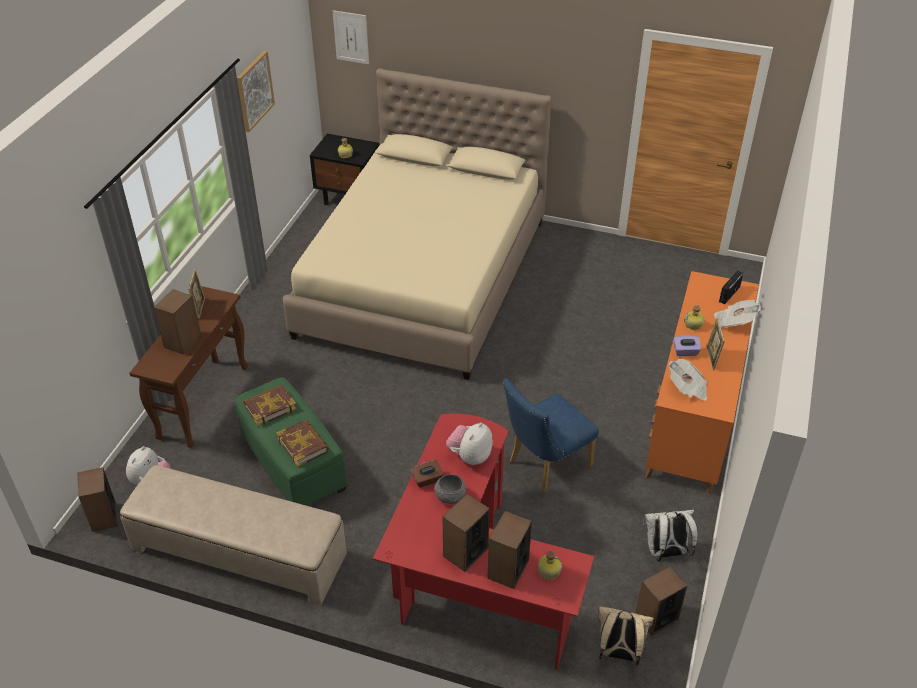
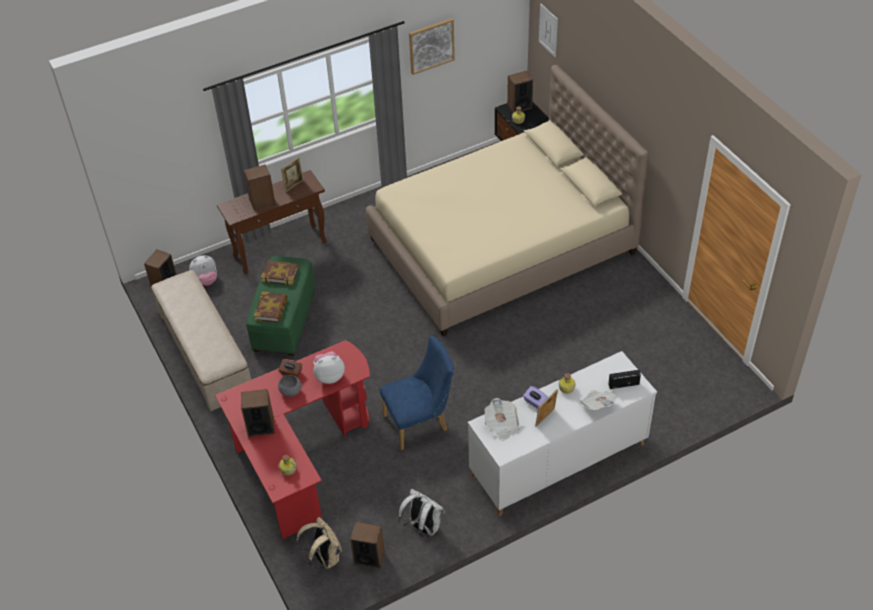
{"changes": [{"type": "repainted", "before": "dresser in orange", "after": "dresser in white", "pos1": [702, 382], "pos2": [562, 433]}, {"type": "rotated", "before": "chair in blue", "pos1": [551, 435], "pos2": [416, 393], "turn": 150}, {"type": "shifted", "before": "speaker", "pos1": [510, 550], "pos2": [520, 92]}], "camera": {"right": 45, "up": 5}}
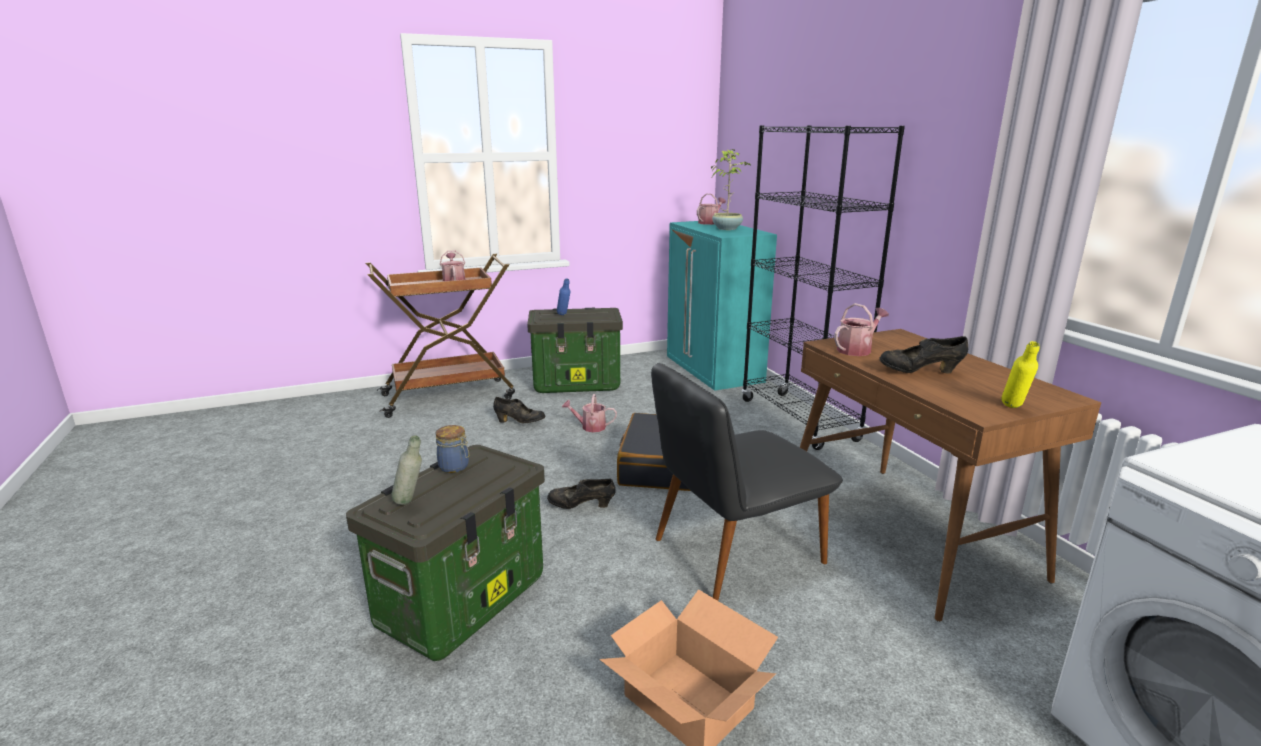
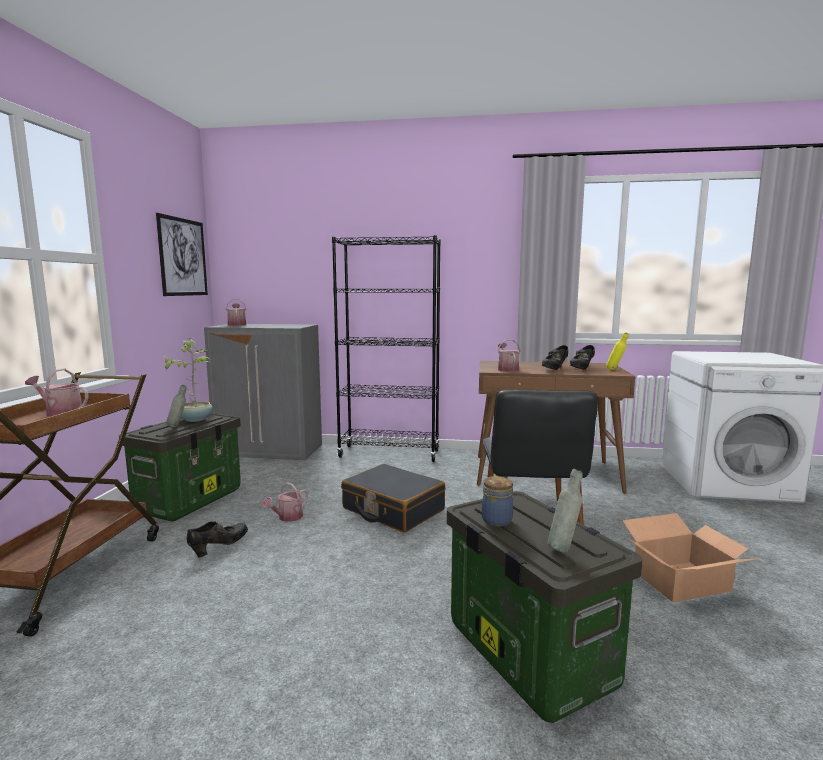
{"changes": [{"type": "shifted", "before": "potted plant", "pos1": [731, 189], "pos2": [187, 380]}, {"type": "repainted", "before": "cabinet in turquoise", "after": "cabinet in grey", "pos1": [722, 306], "pos2": [263, 392]}, {"type": "repainted", "before": "bottle in blue", "after": "bottle in grey", "pos1": [563, 296], "pos2": [176, 406]}, {"type": "shifted", "before": "shoe in black", "pos1": [581, 494], "pos2": [582, 357]}, {"type": "new", "after": "picture", "pos2": [182, 254]}], "camera": {"right": -60, "up": -10}}
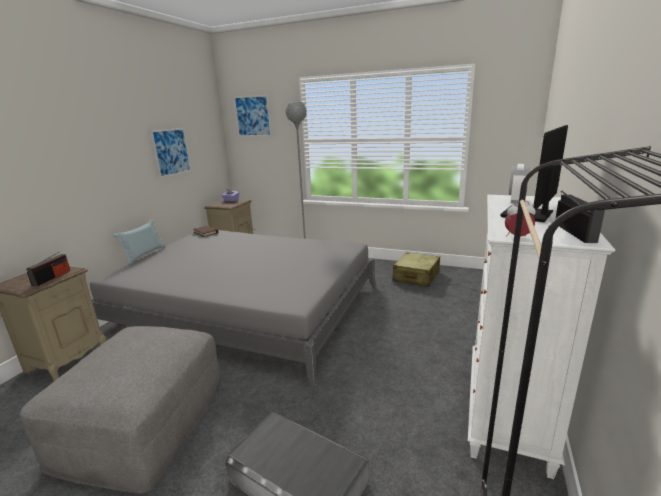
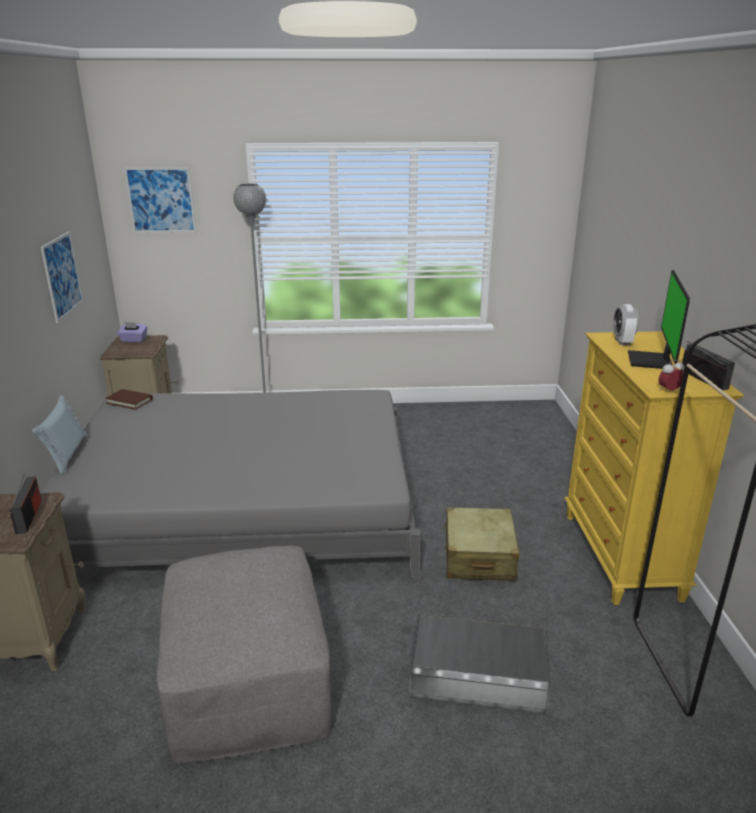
{"changes": [{"type": "repainted", "before": "dresser in white", "after": "dresser in yellow", "pos1": [541, 337], "pos2": [654, 468]}, {"type": "shifted", "before": "suitcase in beige", "pos1": [416, 269], "pos2": [481, 544]}], "camera": {"right": -25, "up": 5}}
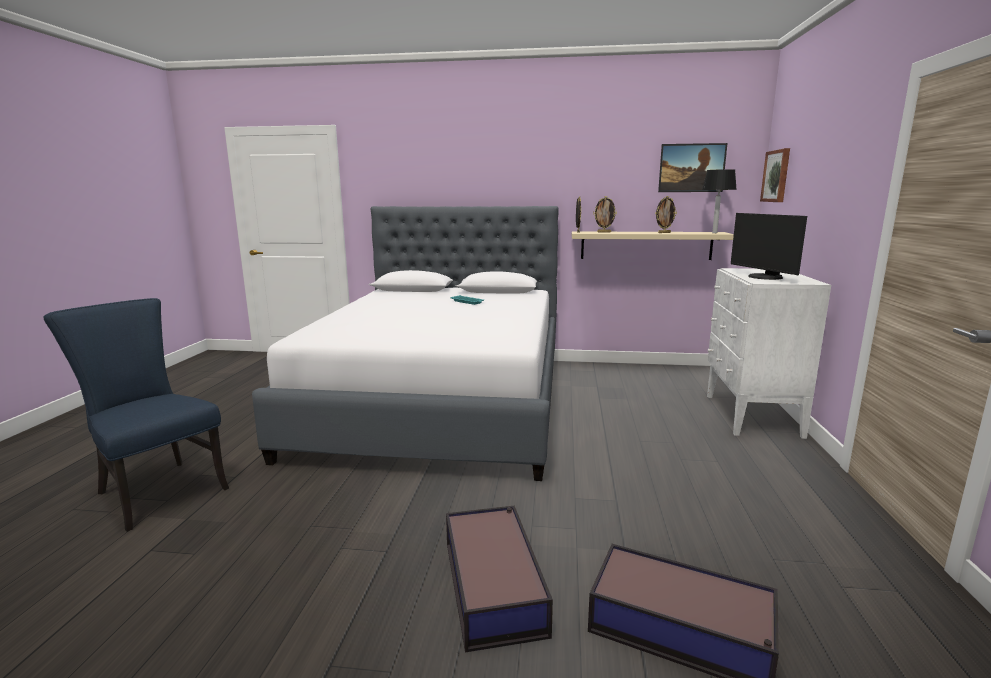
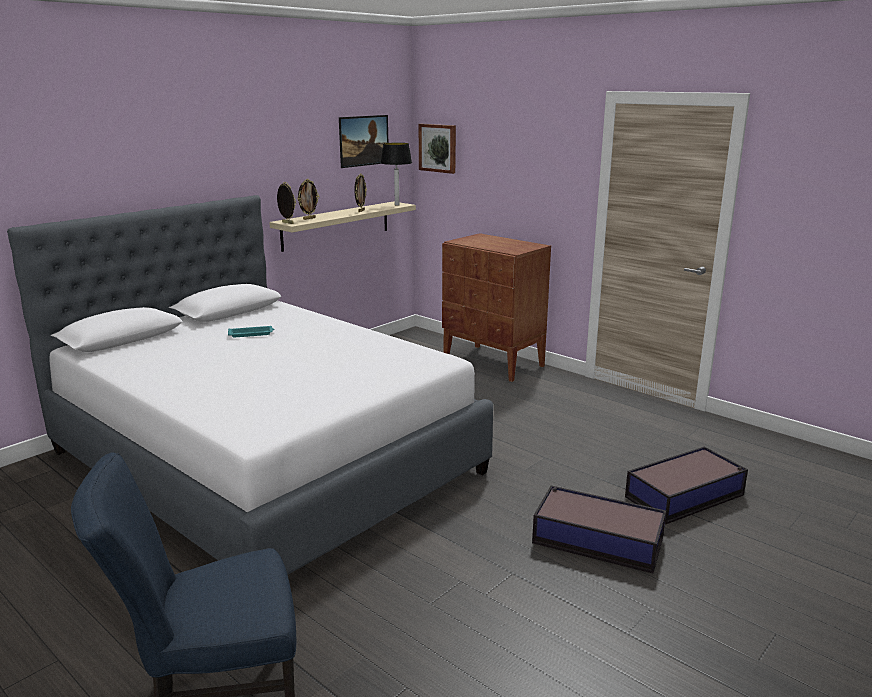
{"changes": [{"type": "gone", "before": "monitor", "pos1": [769, 246]}, {"type": "repainted", "before": "dresser in white", "after": "dresser in brown", "pos1": [769, 353], "pos2": [496, 307]}], "camera": {"right": -55, "up": 5}}
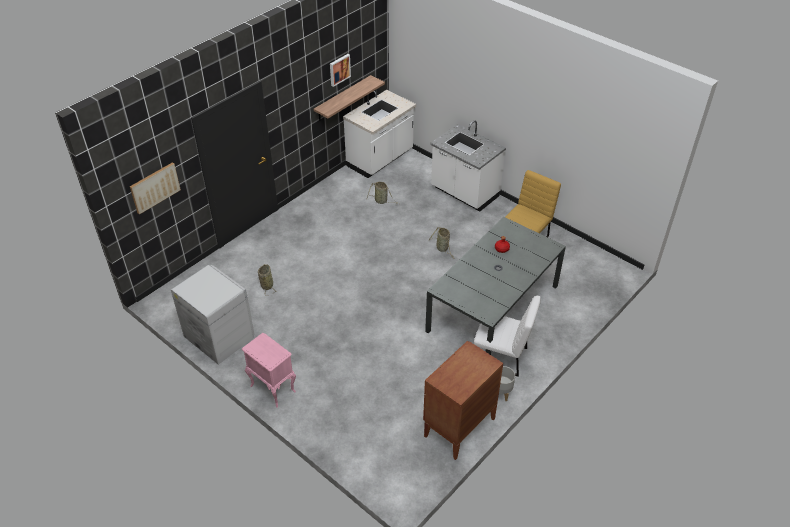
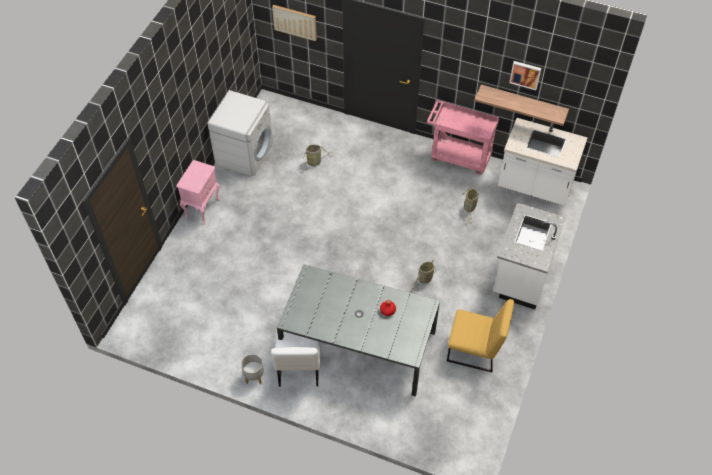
{"changes": [{"type": "gone", "before": "dresser in brown", "pos1": [463, 400]}, {"type": "new", "after": "cart in pink", "pos2": [463, 137]}], "camera": {"right": 70, "up": 10}}
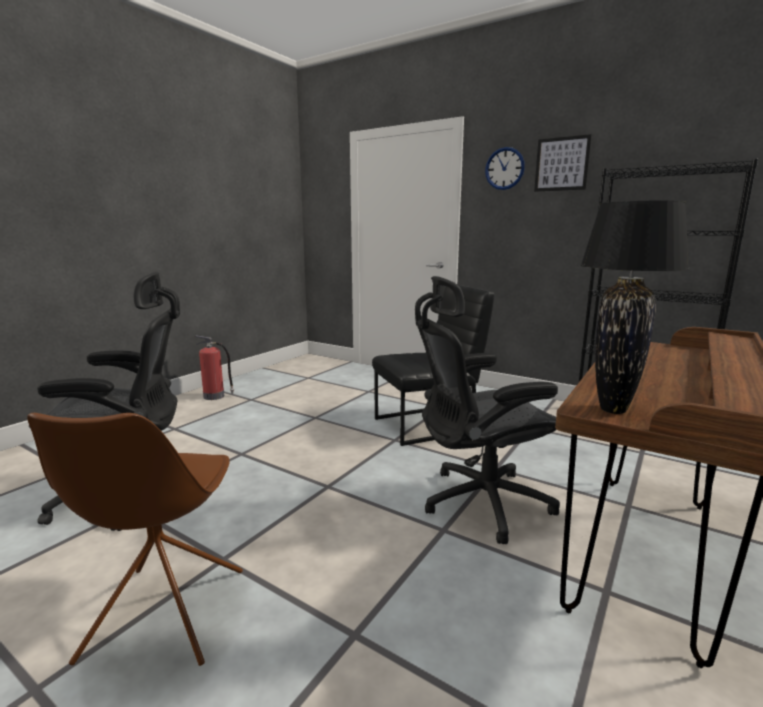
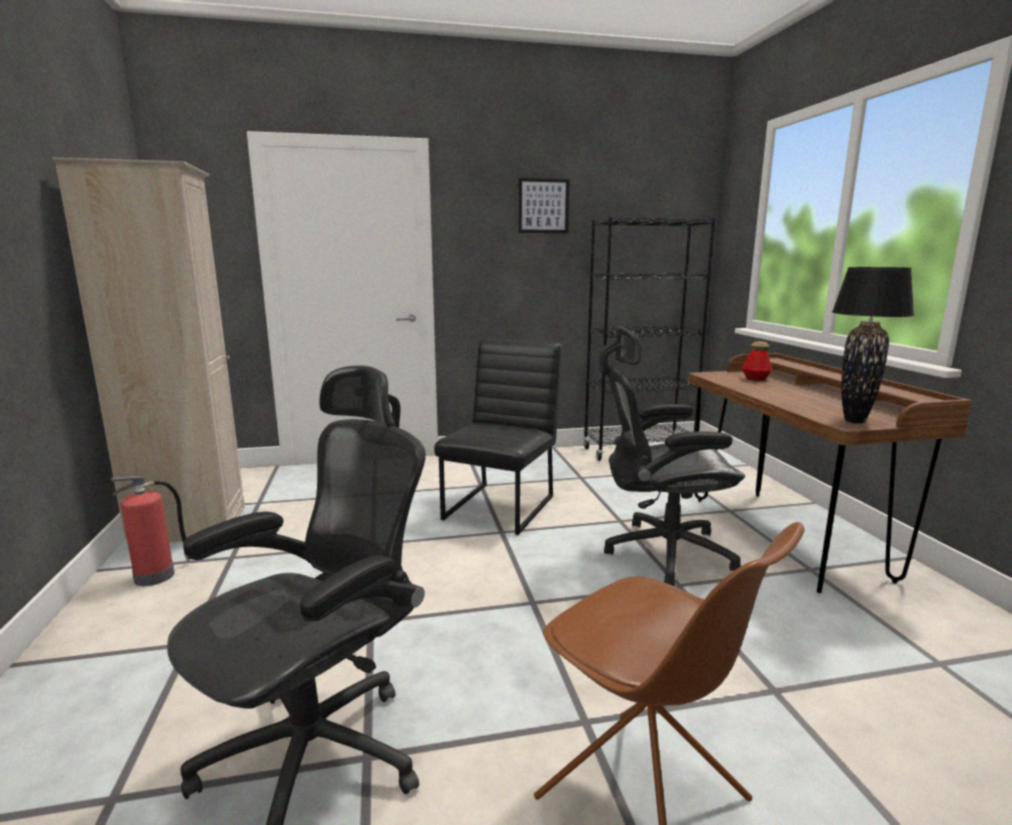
{"changes": [{"type": "gone", "before": "wall clock", "pos1": [505, 168]}, {"type": "rotated", "before": "office chair", "pos1": [487, 410], "pos2": [672, 456], "turn": 60}, {"type": "new", "after": "cabinet in beige", "pos2": [148, 349]}, {"type": "new", "after": "bottle", "pos2": [757, 361]}], "camera": {"right": -45, "up": 0}}
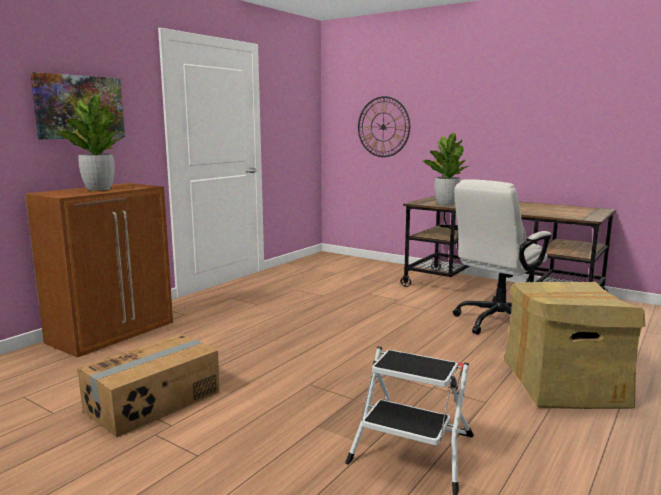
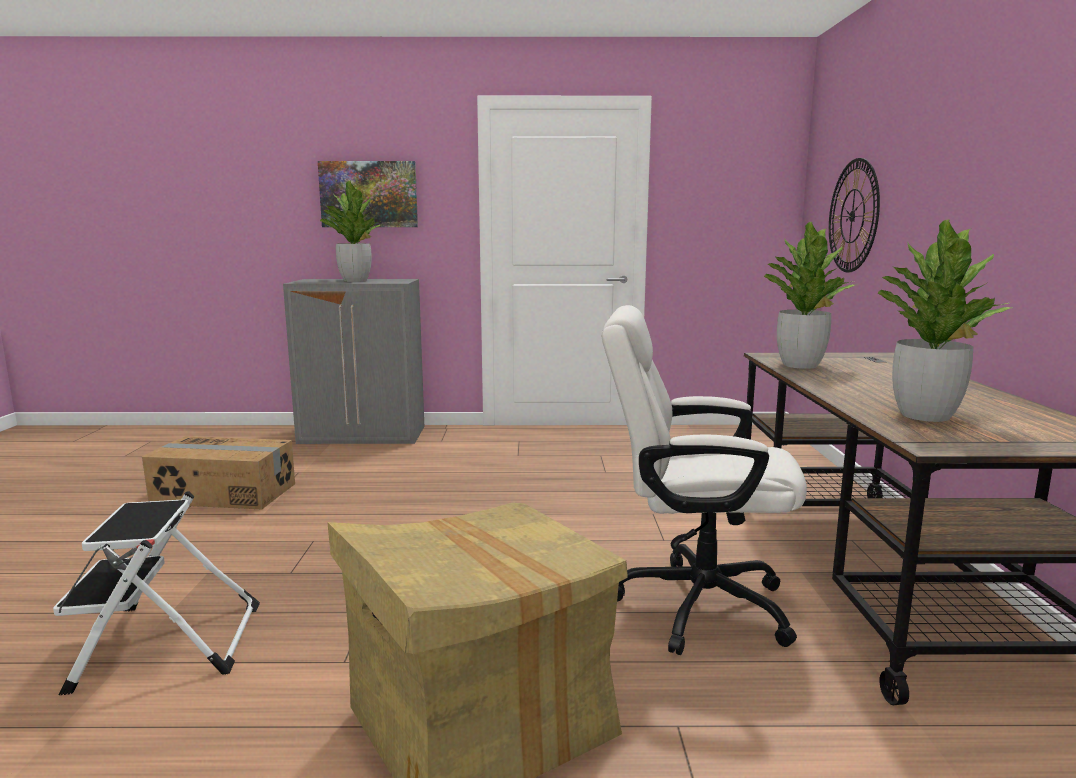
{"changes": [{"type": "repainted", "before": "cabinet in brown", "after": "cabinet in grey", "pos1": [99, 270], "pos2": [353, 361]}, {"type": "new", "after": "potted plant", "pos2": [944, 320]}], "camera": {"right": 55, "up": 0}}
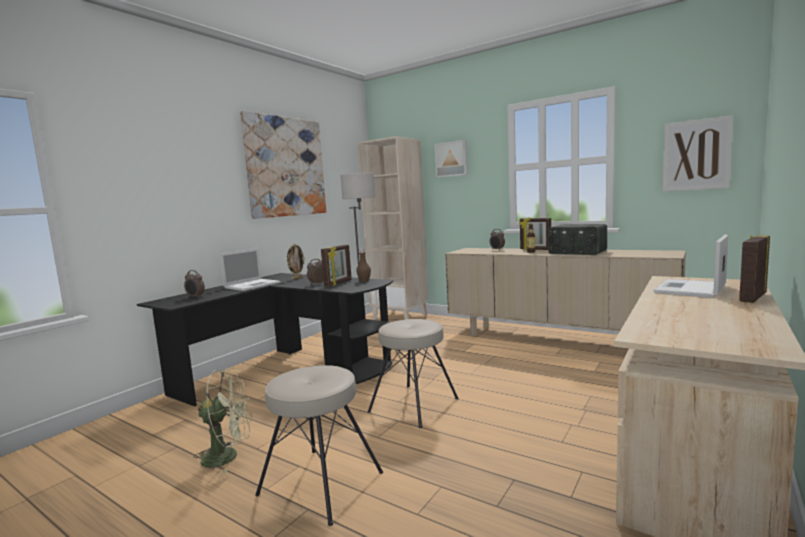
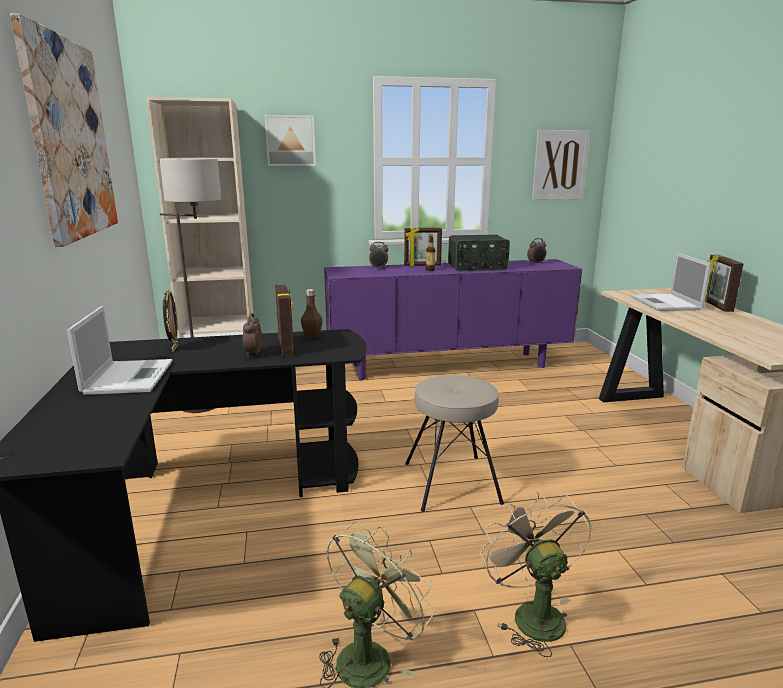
{"changes": [{"type": "repainted", "before": "cabinet in beige", "after": "cabinet in purple", "pos1": [565, 292], "pos2": [453, 319]}, {"type": "shifted", "before": "alarm clock", "pos1": [194, 284], "pos2": [536, 251]}, {"type": "swapped", "before": "stool in beige", "after": "fan in beige", "pos1": [319, 445], "pos2": [536, 574]}], "camera": {"right": -45, "up": 10}}
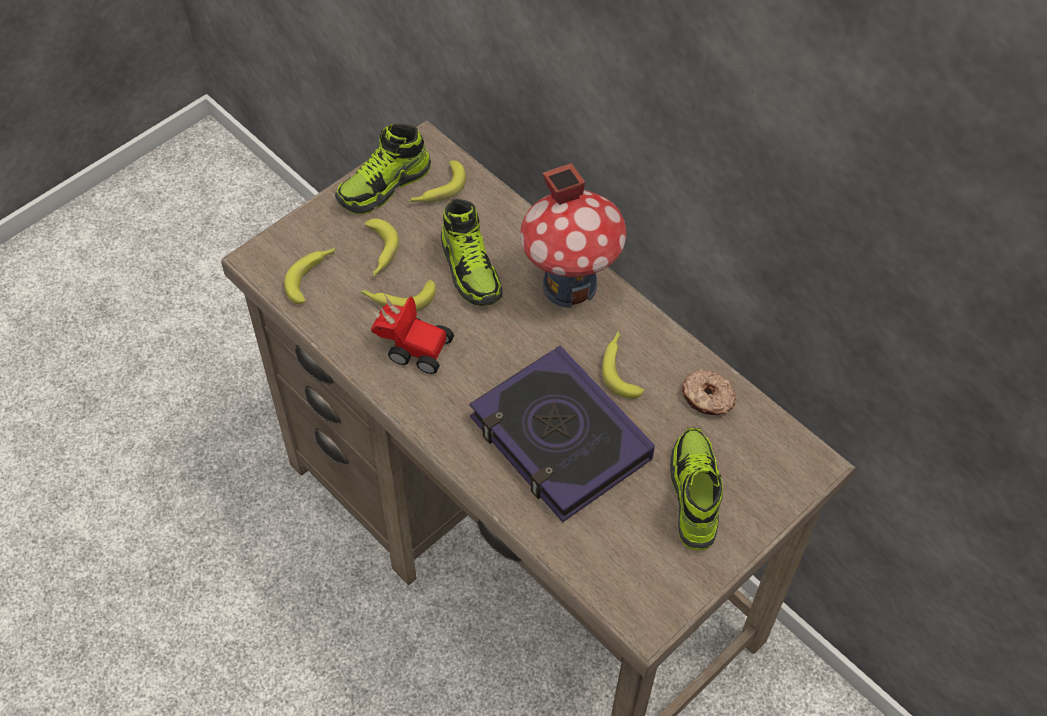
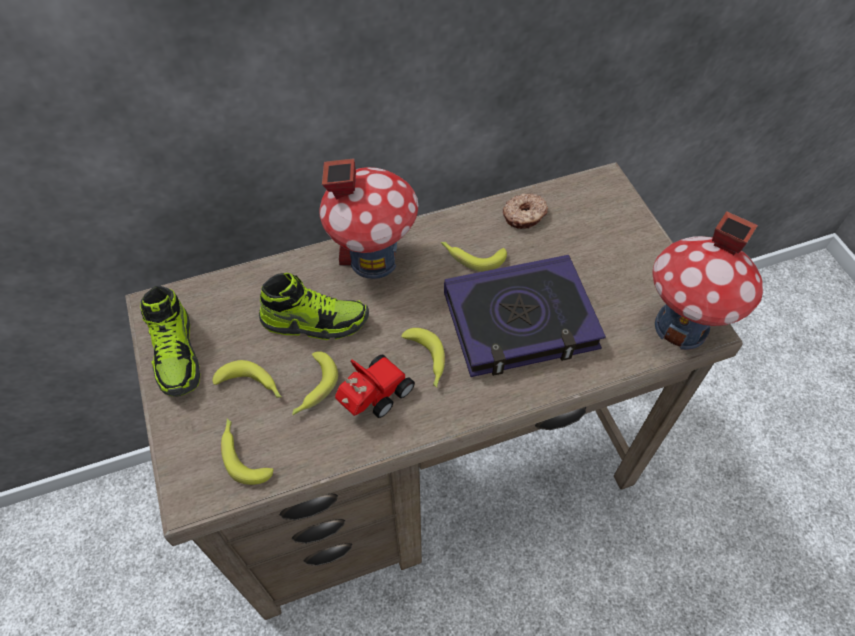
{"changes": [{"type": "shifted", "before": "banana", "pos1": [437, 181], "pos2": [423, 358]}, {"type": "gone", "before": "shoe", "pos1": [696, 488]}, {"type": "new", "after": "toy house", "pos2": [707, 280]}], "camera": {"right": -65, "up": 0}}
